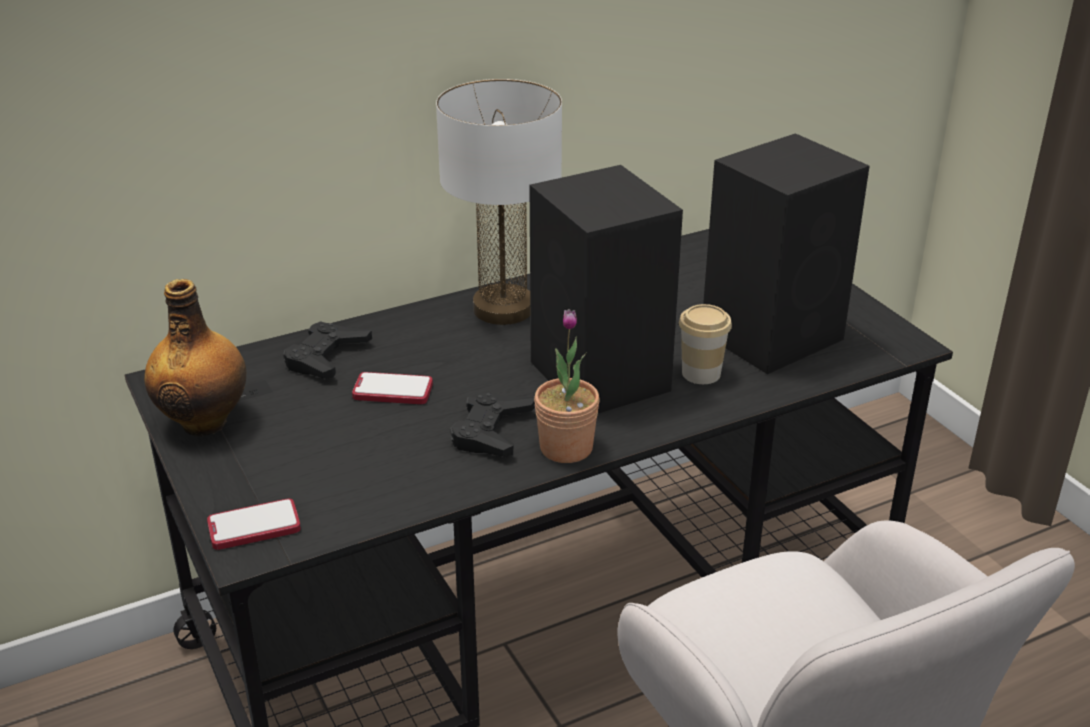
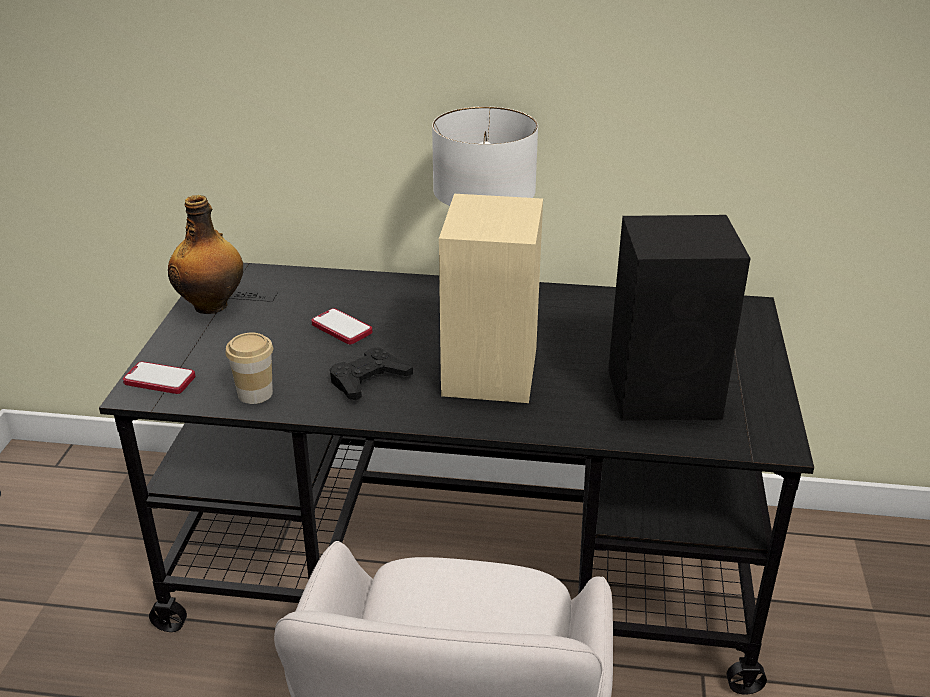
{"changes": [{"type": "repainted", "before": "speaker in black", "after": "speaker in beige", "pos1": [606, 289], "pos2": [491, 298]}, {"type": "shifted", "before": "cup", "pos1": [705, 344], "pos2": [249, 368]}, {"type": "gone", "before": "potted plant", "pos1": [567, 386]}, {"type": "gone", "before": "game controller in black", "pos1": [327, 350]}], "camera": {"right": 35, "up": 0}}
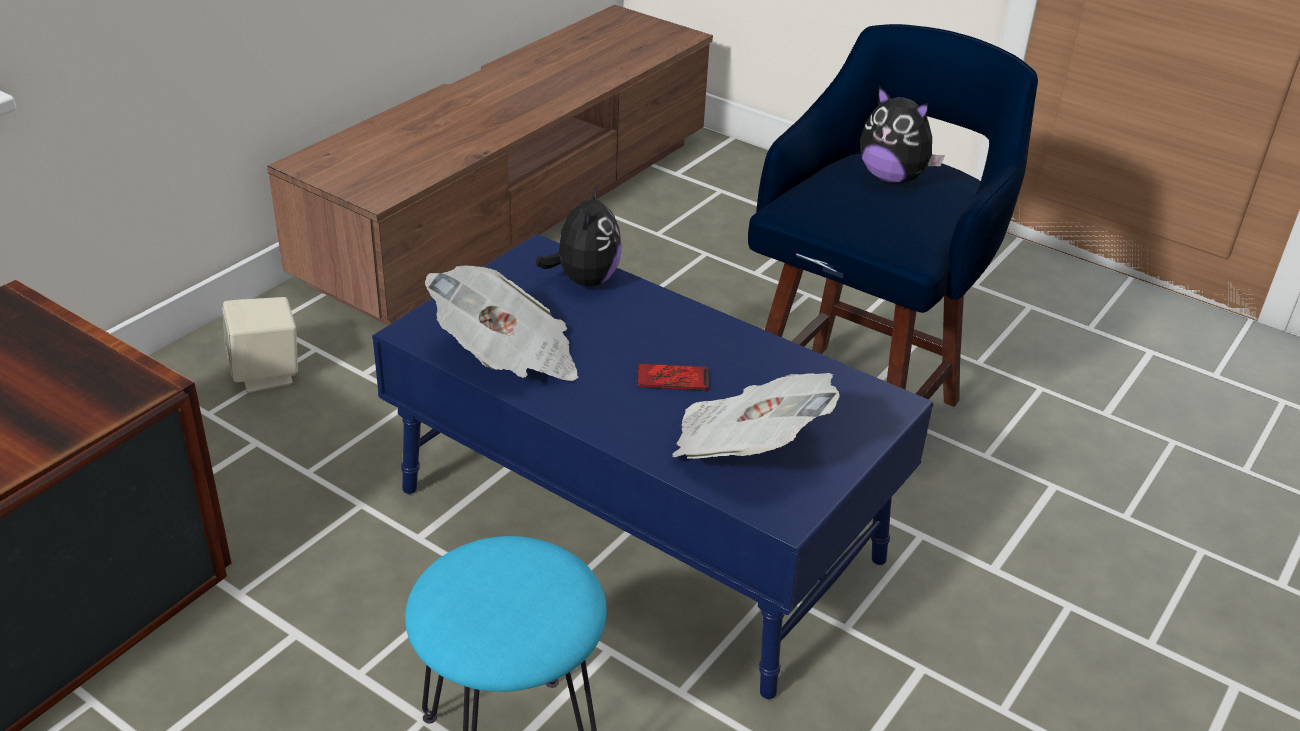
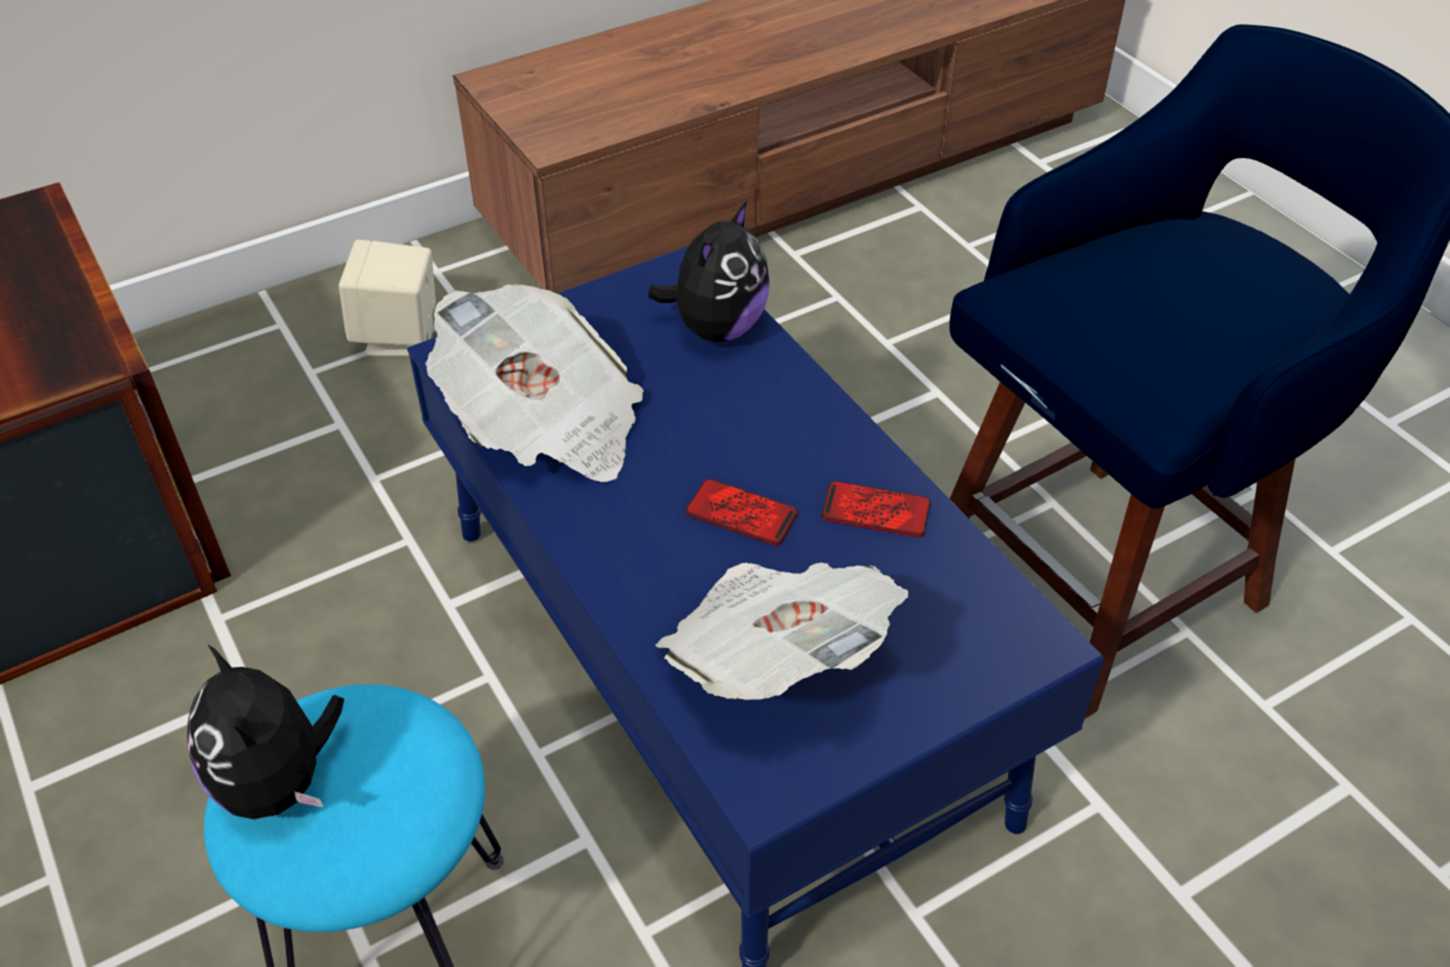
{"changes": [{"type": "shifted", "before": "plush toy", "pos1": [902, 135], "pos2": [265, 732]}, {"type": "new", "after": "phone", "pos2": [876, 509]}], "camera": {"right": 25, "up": 10}}
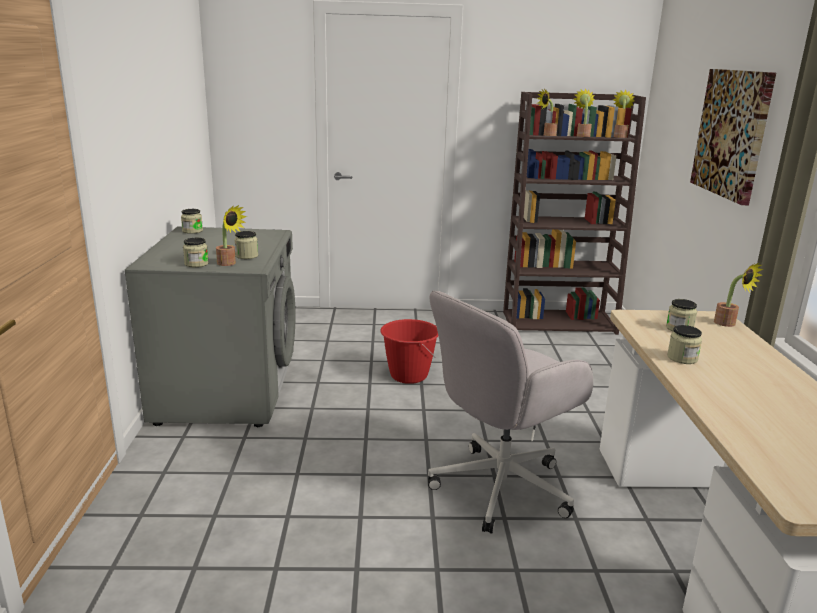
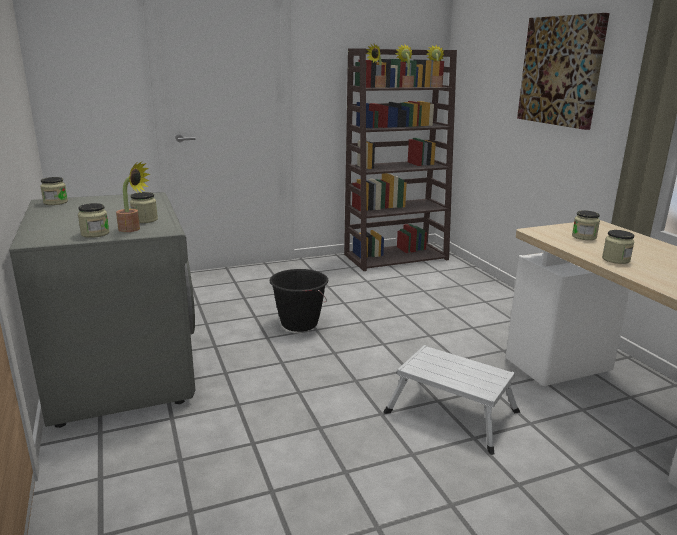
{"changes": [{"type": "gone", "before": "potted plant", "pos1": [739, 295]}, {"type": "swapped", "before": "office chair in grey", "after": "step ladder in white", "pos1": [510, 412], "pos2": [451, 400]}, {"type": "repainted", "before": "bucket in red", "after": "bucket in black", "pos1": [409, 351], "pos2": [299, 300]}], "camera": {"right": -20, "up": 0}}
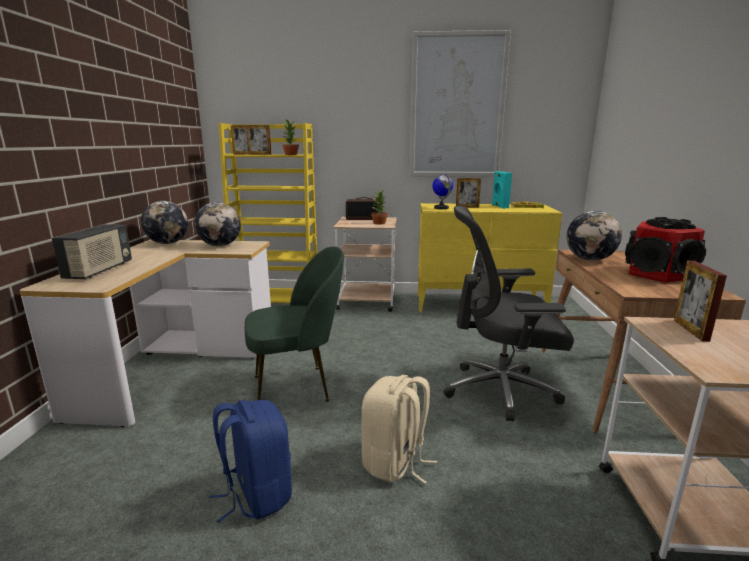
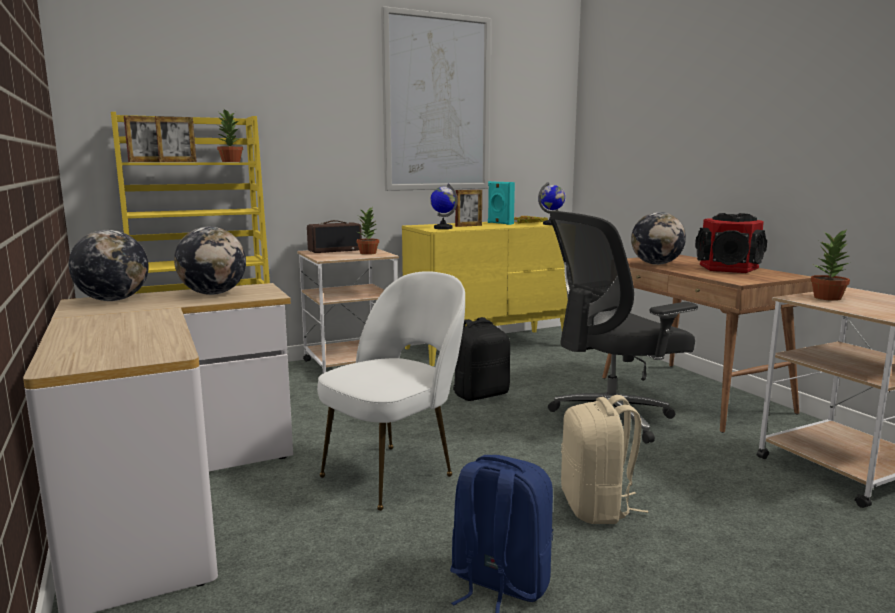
{"changes": [{"type": "gone", "before": "radio", "pos1": [92, 251]}, {"type": "repainted", "before": "chair in green", "after": "chair in white", "pos1": [294, 324], "pos2": [391, 391]}, {"type": "swapped", "before": "picture frame", "after": "potted plant", "pos1": [700, 301], "pos2": [830, 265]}, {"type": "new", "after": "globe", "pos2": [551, 203]}, {"type": "new", "after": "backpack in black", "pos2": [481, 359]}], "camera": {"right": -30, "up": -5}}
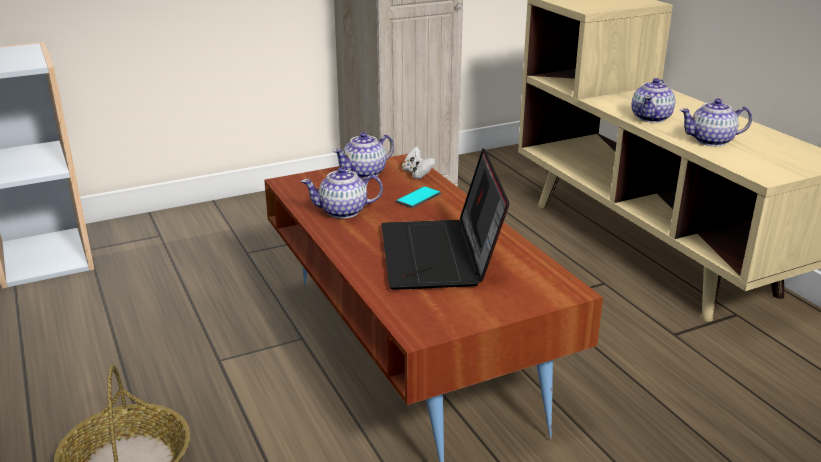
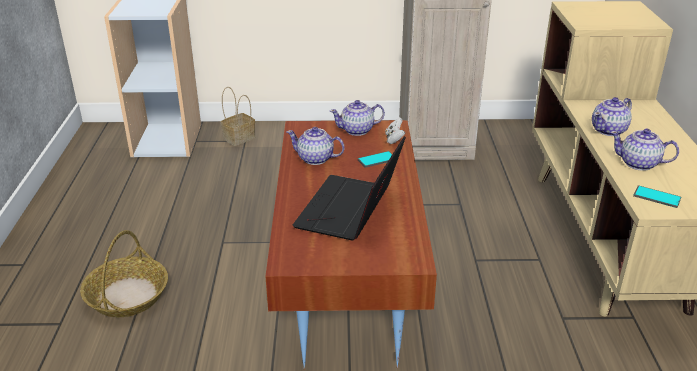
{"changes": [{"type": "new", "after": "basket", "pos2": [238, 116]}, {"type": "new", "after": "phone", "pos2": [657, 196]}], "camera": {"right": 25, "up": 5}}
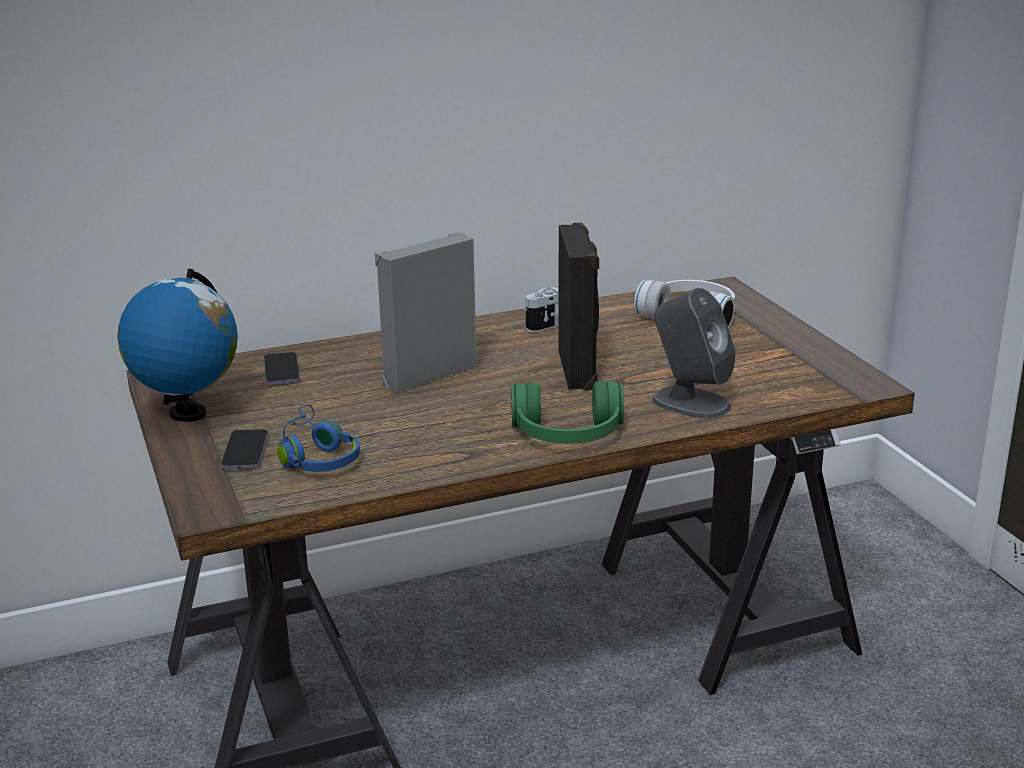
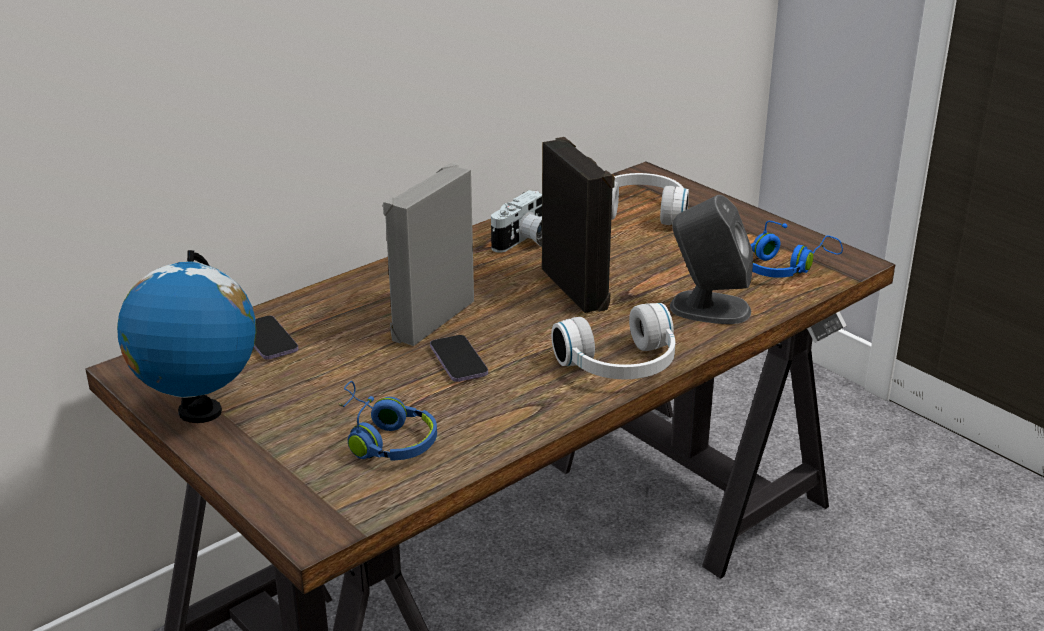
{"changes": [{"type": "repainted", "before": "headphones in green", "after": "headphones in white", "pos1": [567, 412], "pos2": [613, 341]}, {"type": "shifted", "before": "phone", "pos1": [244, 449], "pos2": [459, 358]}, {"type": "new", "after": "headphones in blue", "pos2": [797, 249]}], "camera": {"right": -20, "up": 5}}
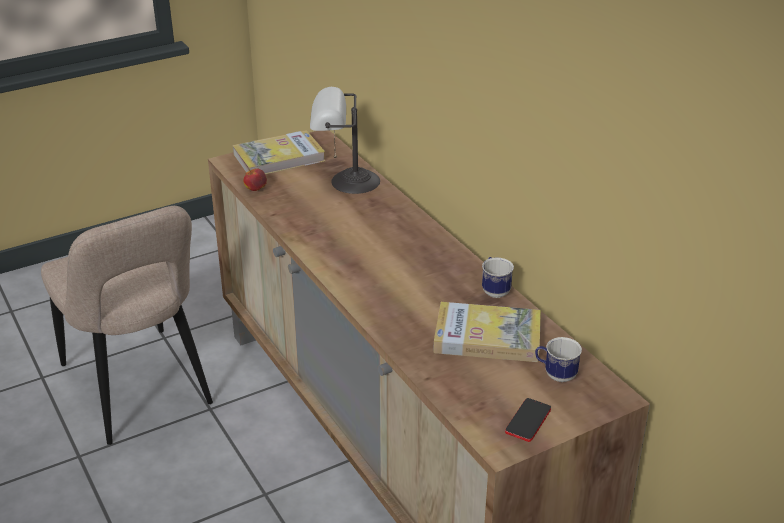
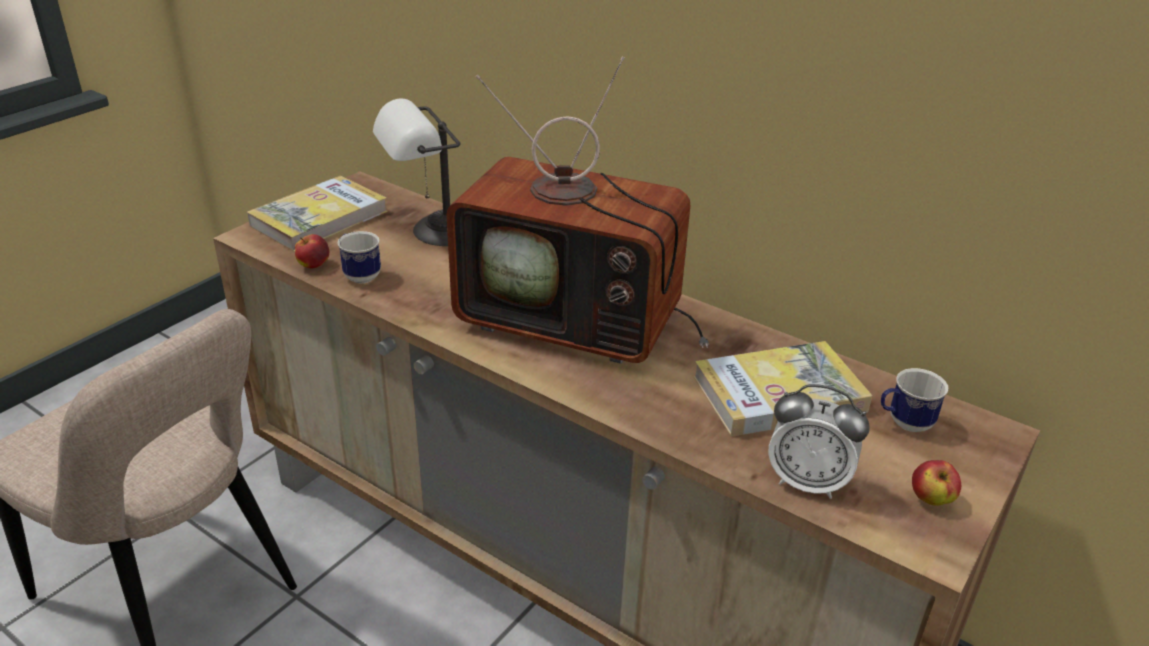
{"changes": [{"type": "shifted", "before": "mug", "pos1": [498, 277], "pos2": [359, 257]}, {"type": "swapped", "before": "phone", "after": "apple", "pos1": [528, 420], "pos2": [936, 483]}, {"type": "new", "after": "television", "pos2": [577, 210]}, {"type": "new", "after": "alarm clock", "pos2": [819, 441]}], "camera": {"right": -25, "up": 0}}
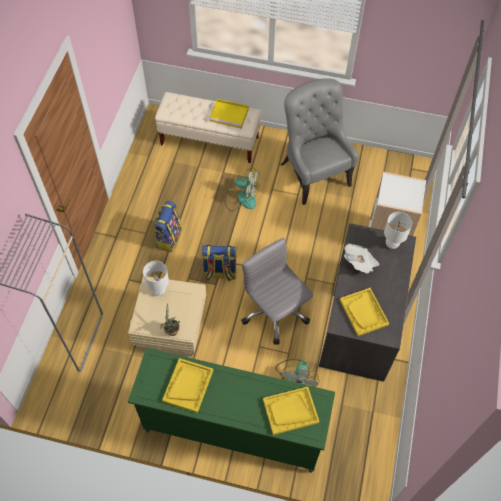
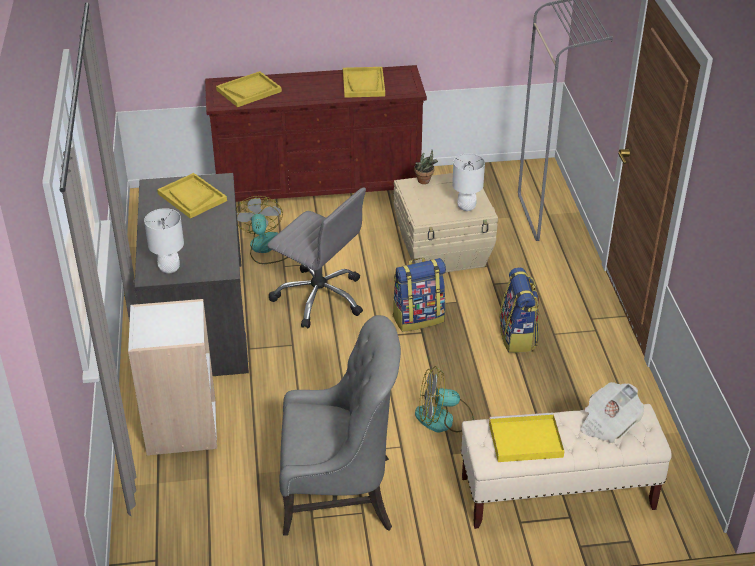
{"changes": [{"type": "rotated", "before": "chair in grey", "pos1": [319, 141], "pos2": [340, 425], "turn": -45}, {"type": "shifted", "before": "newspaper", "pos1": [361, 259], "pos2": [612, 412]}, {"type": "repainted", "before": "dresser in green", "after": "dresser in red", "pos1": [231, 410], "pos2": [316, 133]}], "camera": {"right": 160, "up": -20}}
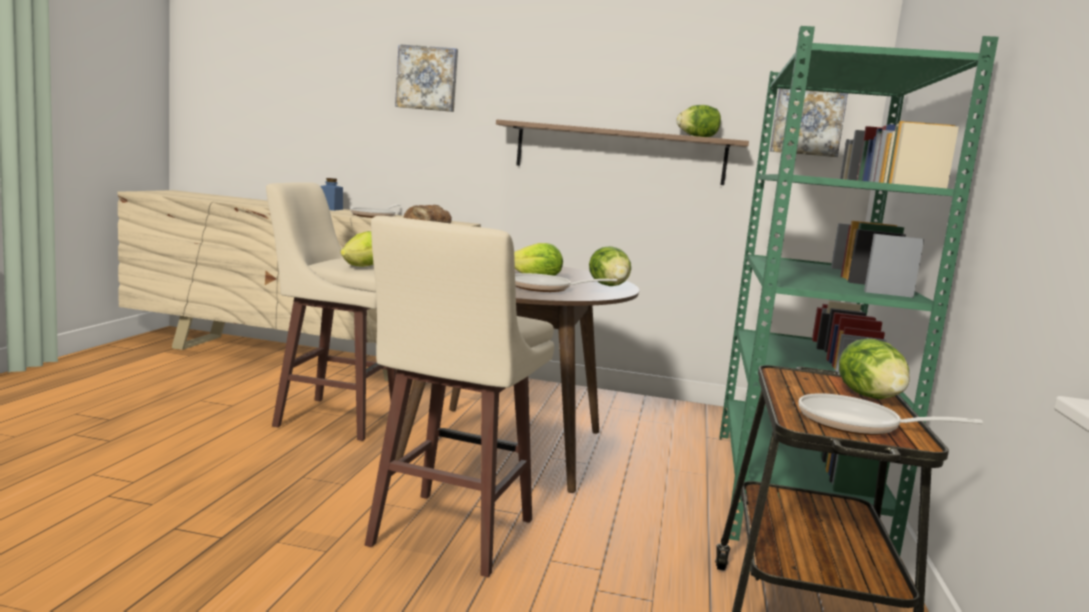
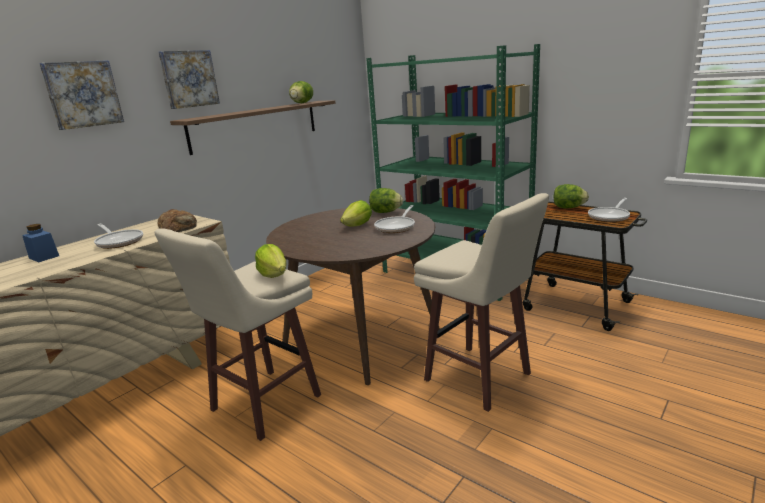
{"changes": [{"type": "shifted", "before": "picture", "pos1": [809, 123], "pos2": [189, 79]}], "camera": {"right": -60, "up": 10}}
